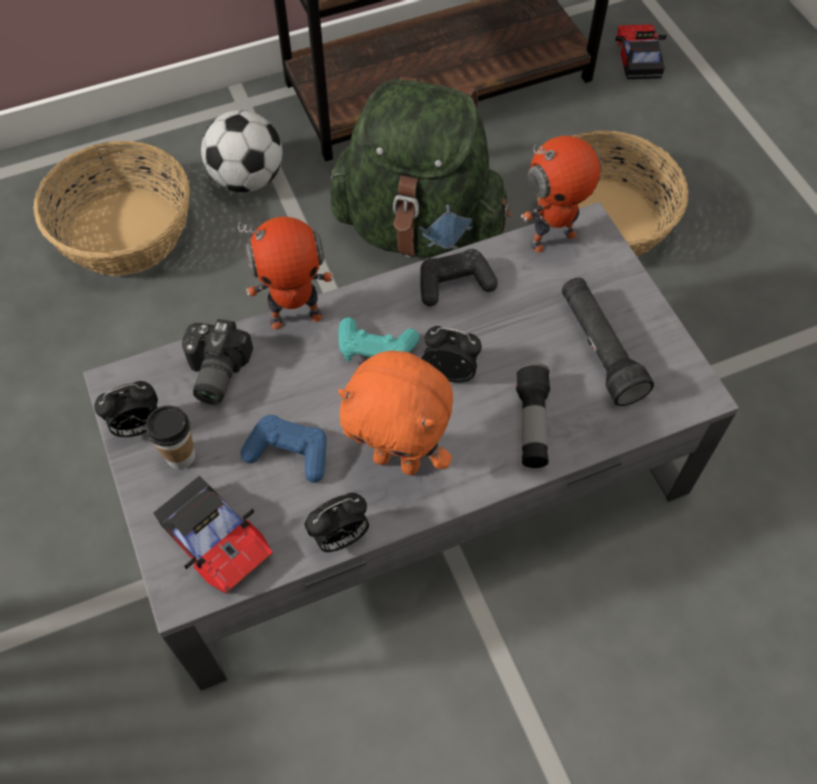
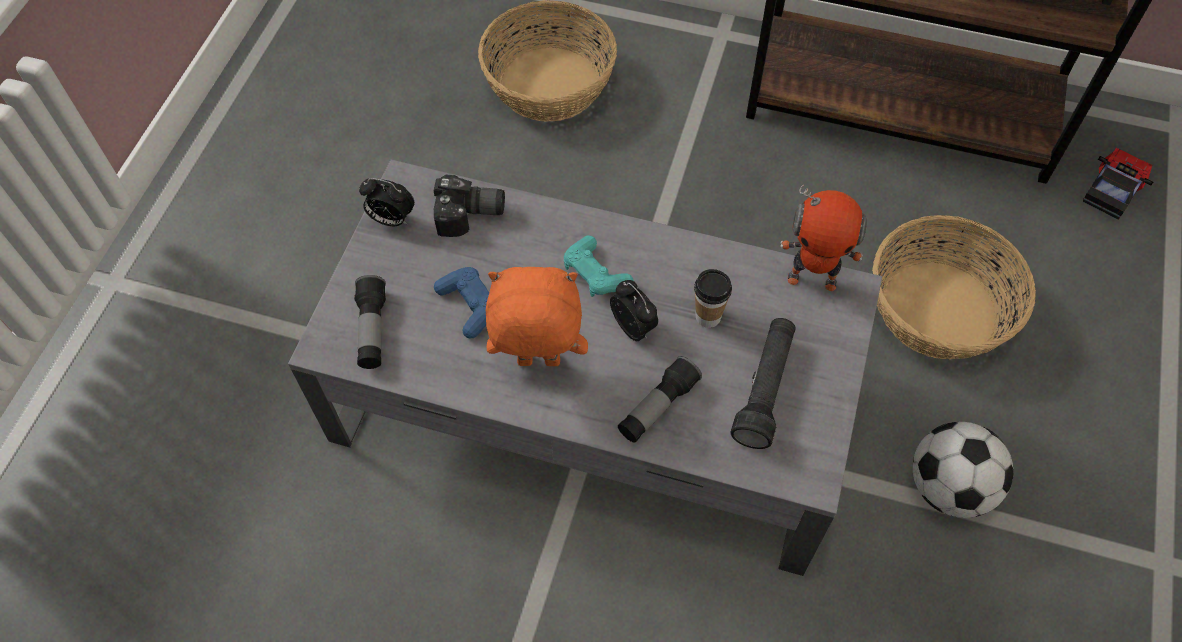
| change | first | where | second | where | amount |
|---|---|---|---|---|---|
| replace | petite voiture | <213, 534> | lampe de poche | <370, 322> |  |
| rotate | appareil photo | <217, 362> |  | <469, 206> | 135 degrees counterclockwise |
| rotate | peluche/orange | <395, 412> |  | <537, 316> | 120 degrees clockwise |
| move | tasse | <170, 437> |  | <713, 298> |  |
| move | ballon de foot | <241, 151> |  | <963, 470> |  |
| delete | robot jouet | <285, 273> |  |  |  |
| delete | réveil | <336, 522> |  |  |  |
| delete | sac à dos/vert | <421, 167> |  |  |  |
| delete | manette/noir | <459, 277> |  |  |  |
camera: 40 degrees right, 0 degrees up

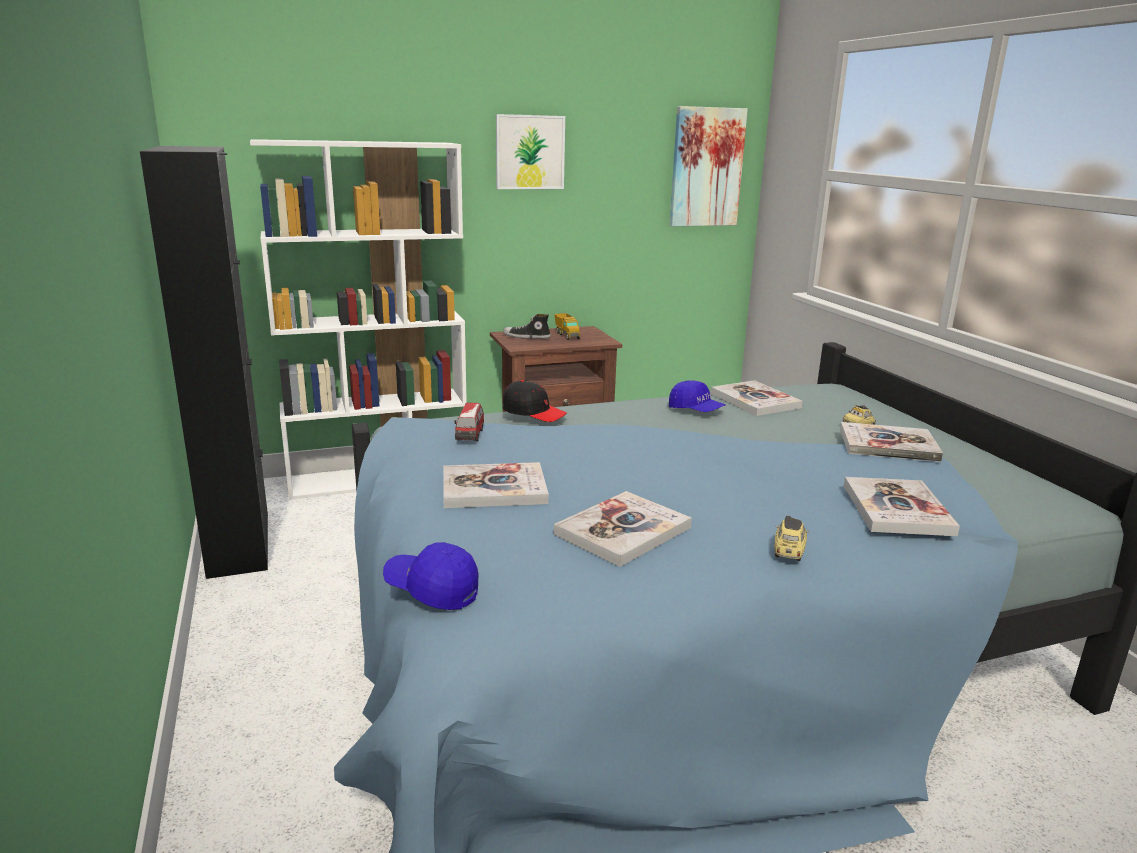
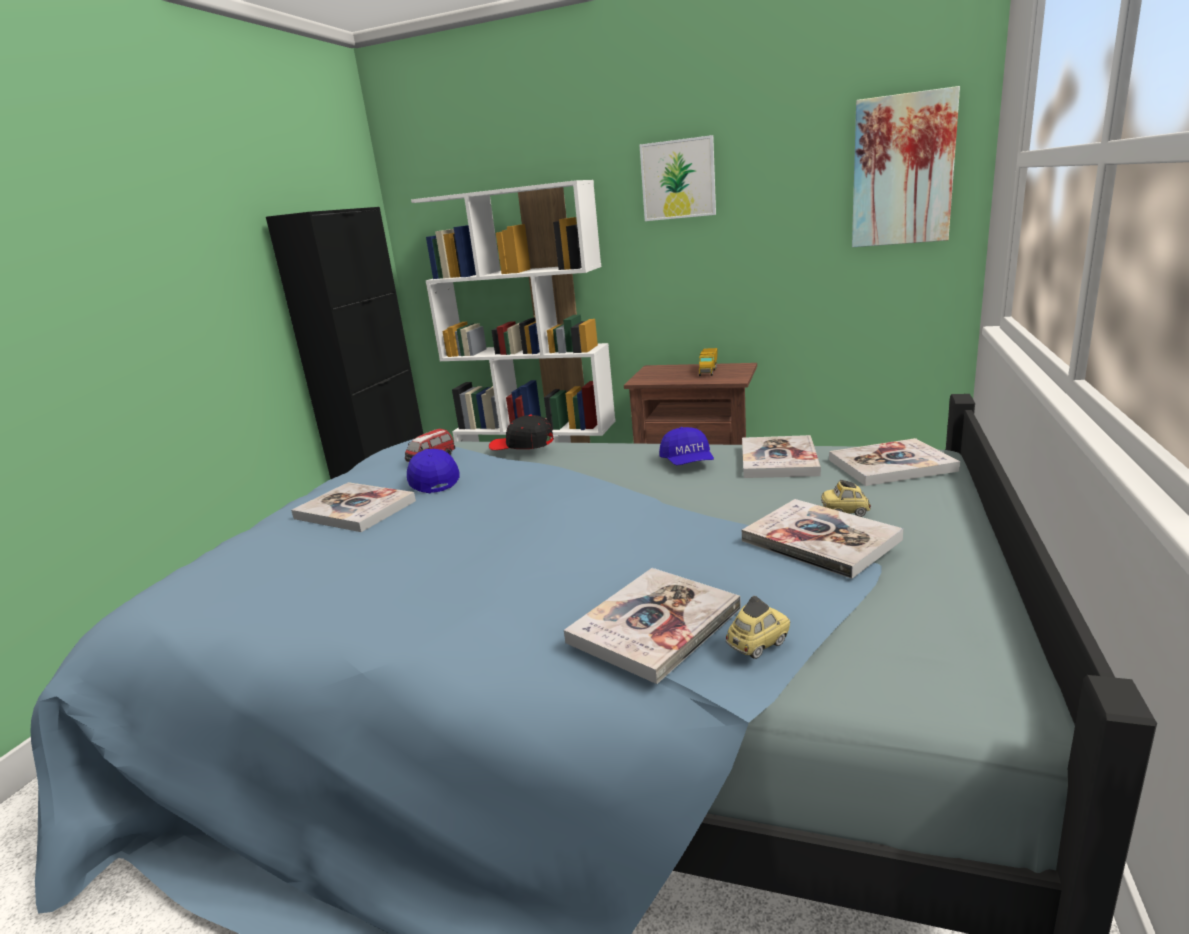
| change | first | where | second | where | amount |
|---|---|---|---|---|---|
| move | casquette/bleu | <430, 576> |  | <433, 471> |  |
| rotate | casquette/noir | <534, 401> |  | <521, 432> | 135 degrees clockwise |
| move | petite voiture | <791, 538> |  | <757, 627> |  |
| move | livre | <623, 529> |  | <894, 462> |  |
| delete | chaussure | <527, 326> |  |  |  |
camera: 40 degrees right, 0 degrees up

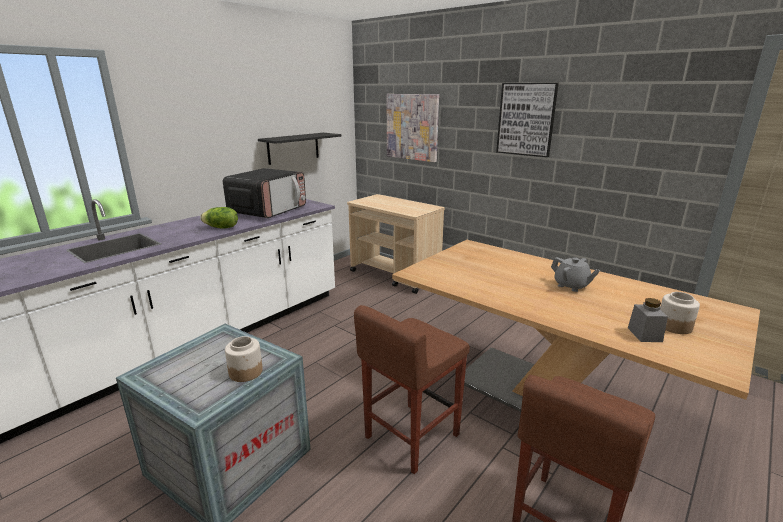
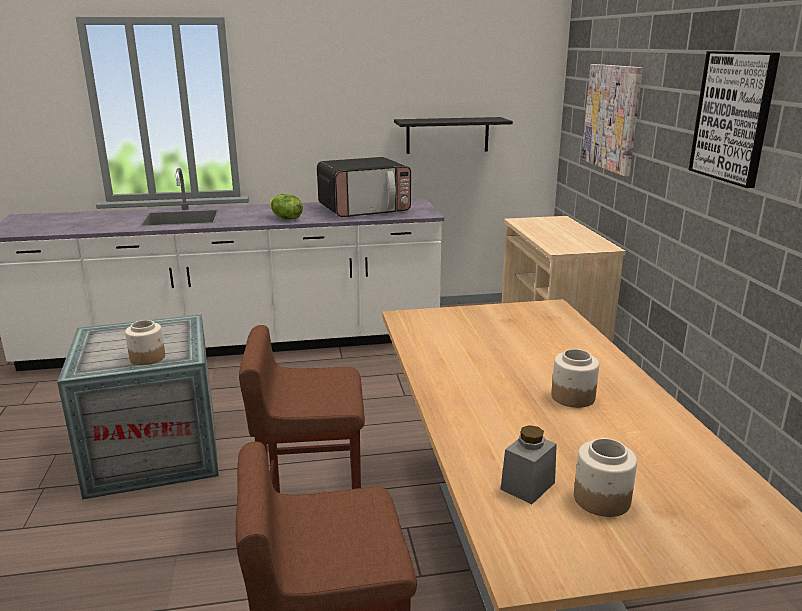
| change | first | where | second | where | amount |
|---|---|---|---|---|---|
| replace | théière/gris | <575, 274> | bocal | <575, 378> |  |
camera: 40 degrees right, 0 degrees up

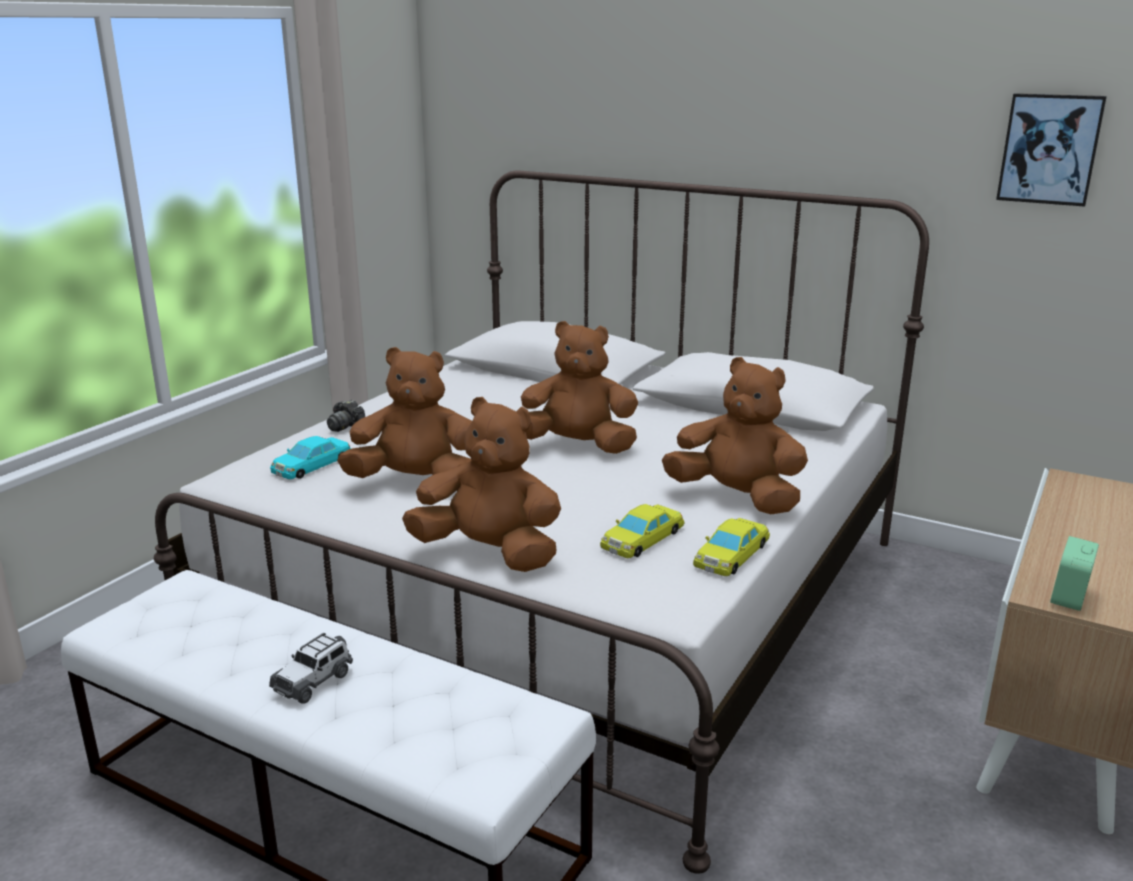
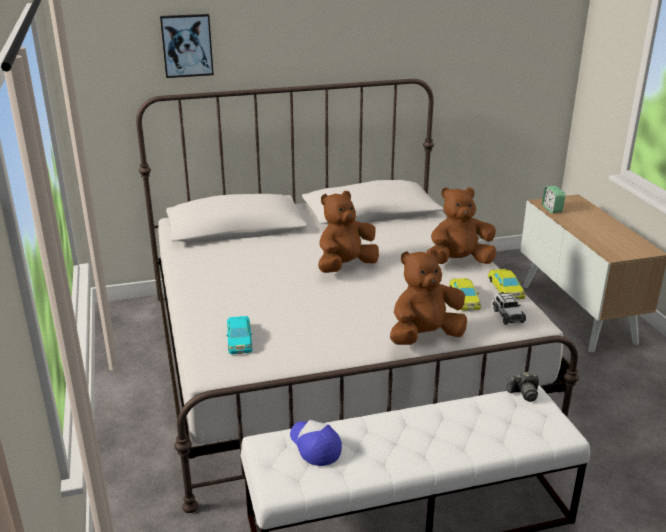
| change | first | where | second | where | amount |
|---|---|---|---|---|---|
| move | tableau | <1051, 150> |  | <187, 46> |  |
| insert |  |  | casquette | <316, 443> |  |
| move | petite voiture | <311, 668> |  | <509, 308> |  |
| move | appareil photo | <346, 416> |  | <522, 387> |  |
| move | réveil | <1074, 573> |  | <553, 199> |  |
| delete | peluche/marron | <404, 412> |  |  |  |
camera: 45 degrees left, 5 degrees up

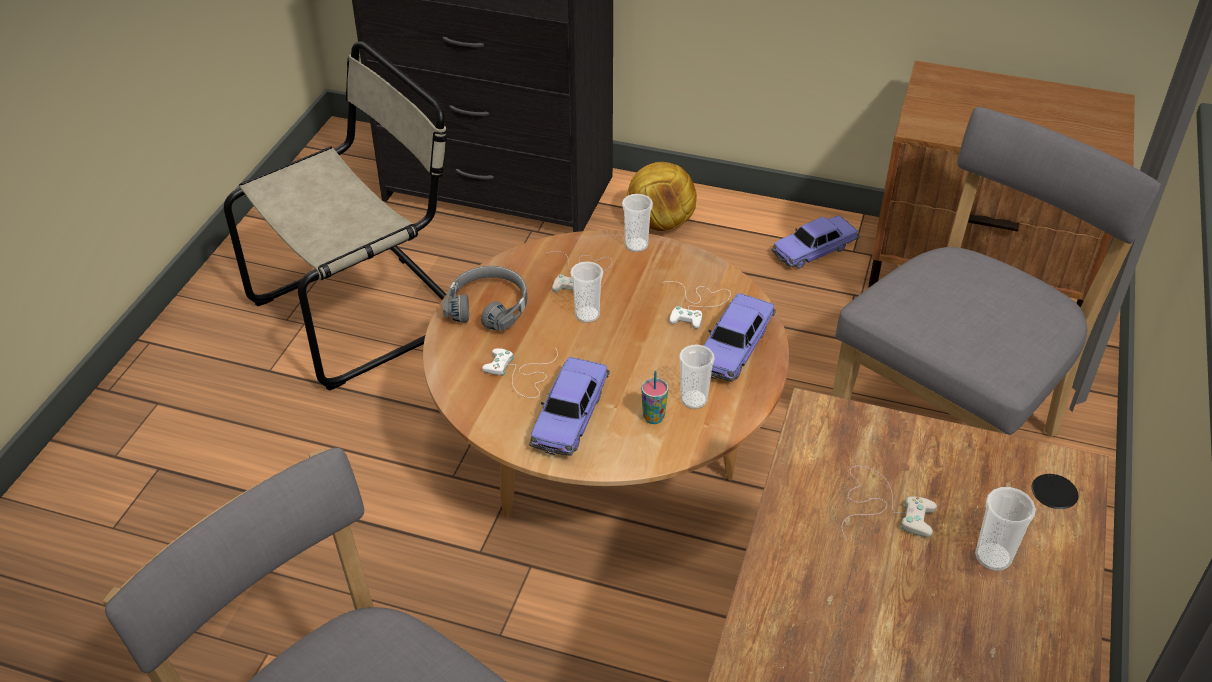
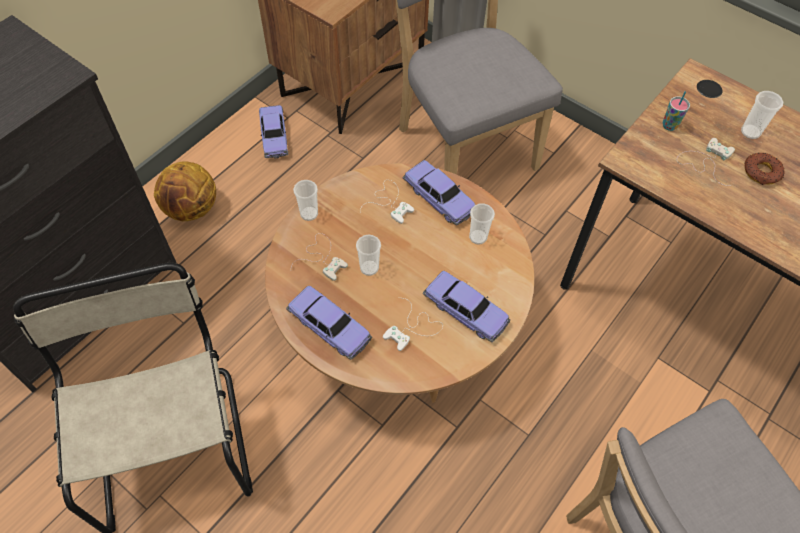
| change | first | where | second | where | amount |
|---|---|---|---|---|---|
| replace | ballon de foot | <662, 196> | ballon de basket | <185, 191> |  |
| replace | casque audio/gris | <484, 298> | petite voiture | <329, 323> |  |
| move | tasse | <654, 397> |  | <676, 111> |  |
| insert |  |  | beignet | <764, 169> |  |
camera: 70 degrees left, 15 degrees up

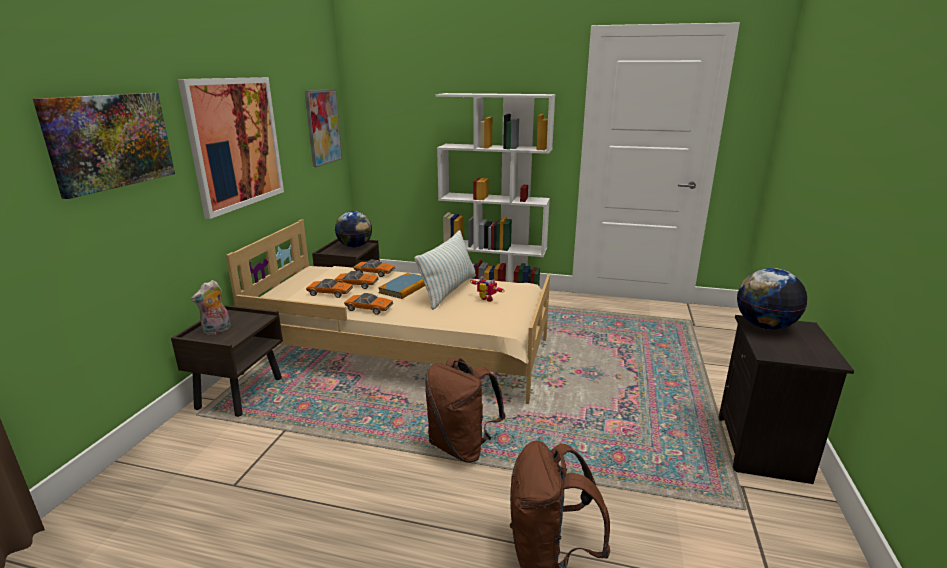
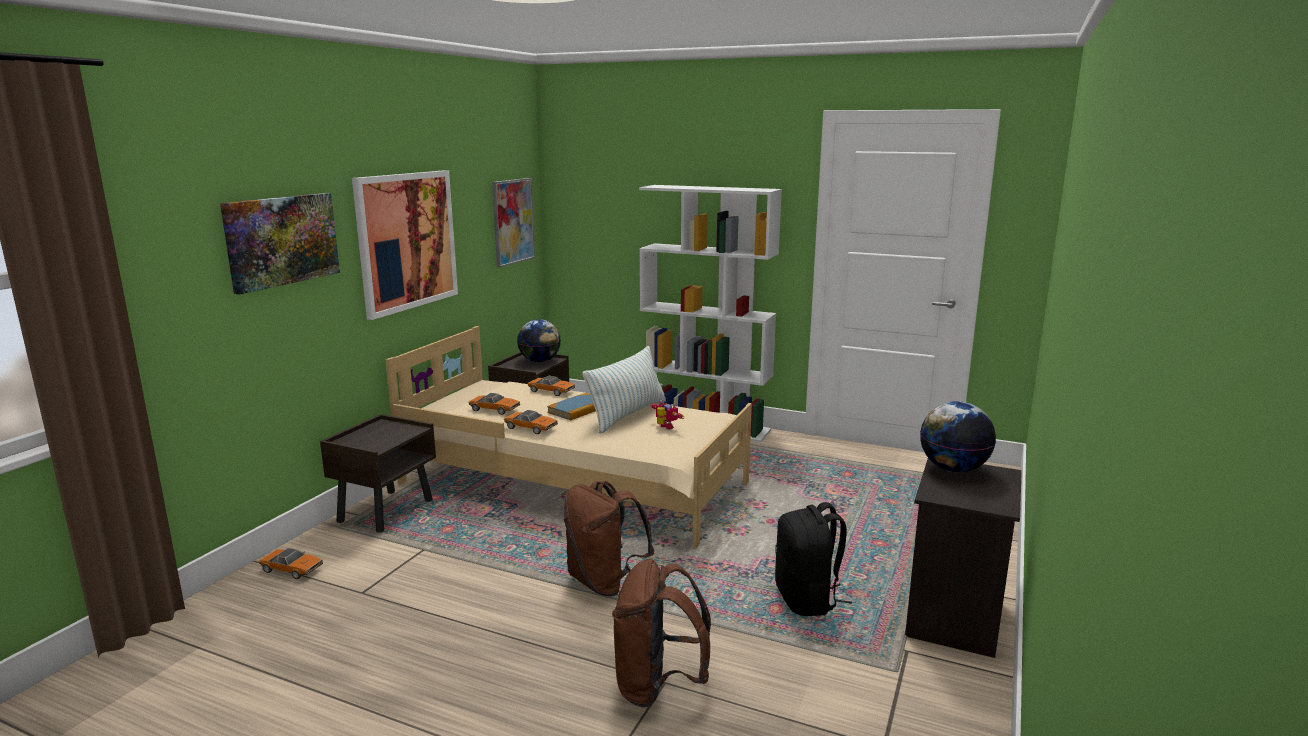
| change | first | where | second | where | amount |
|---|---|---|---|---|---|
| move | petite voiture | <356, 280> |  | <291, 563> |  |
| insert |  |  | sac à dos/noir | <813, 559> |  |
| delete | peluche | <211, 307> |  |  |  |
camera: 10 degrees right, 5 degrees down

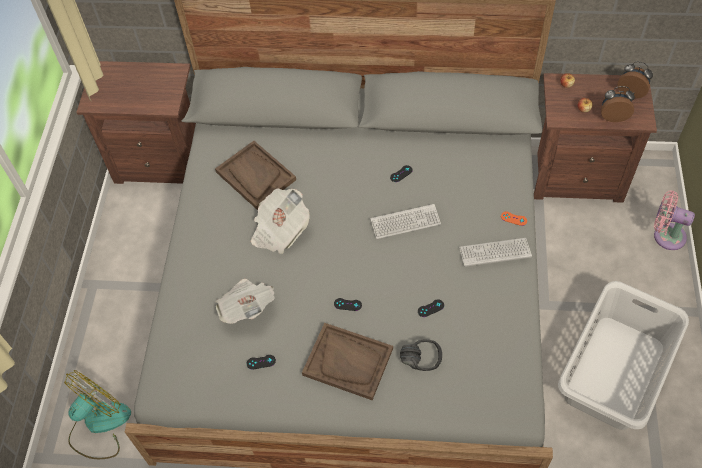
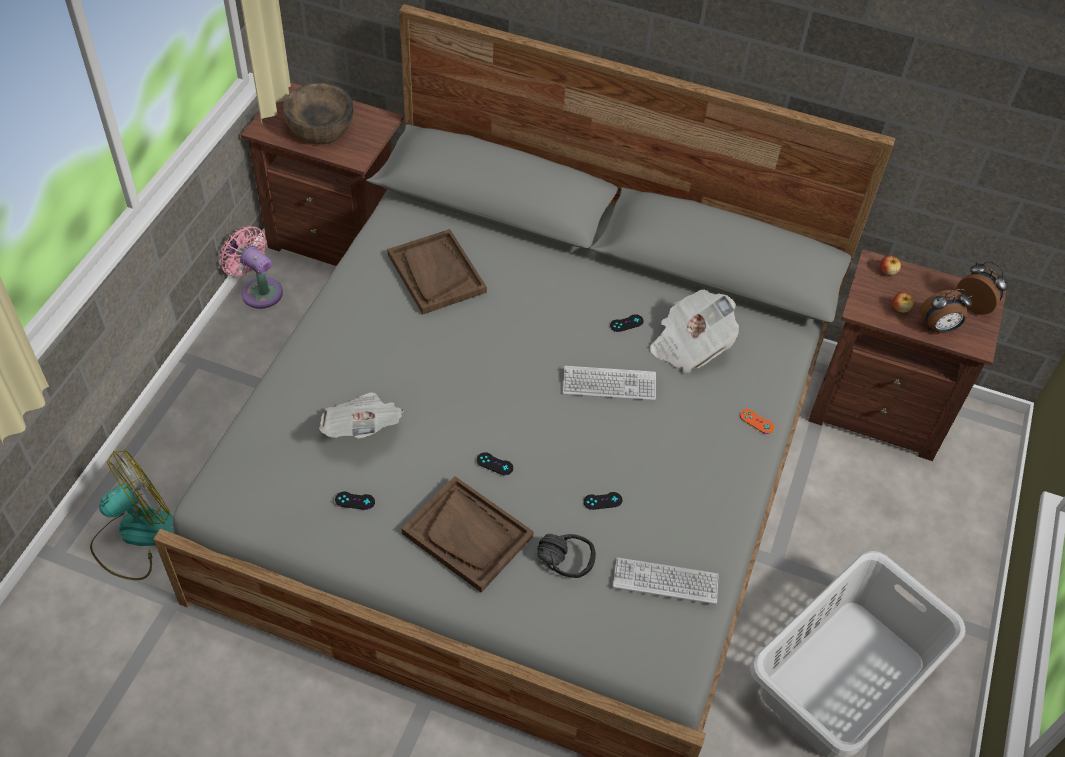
| change | first | where | second | where | amount |
|---|---|---|---|---|---|
| move | ventilateur/rose | <674, 220> |  | <251, 267> |  |
| insert |  |  | bol/marron | <318, 114> |  |
| move | clavier | <495, 252> |  | <666, 581> |  |
| move | journal | <280, 221> |  | <694, 331> |  |
| rotate | réveil | <618, 104> |  | <946, 311> | 150 degrees clockwise |
camera: 10 degrees right, 5 degrees down

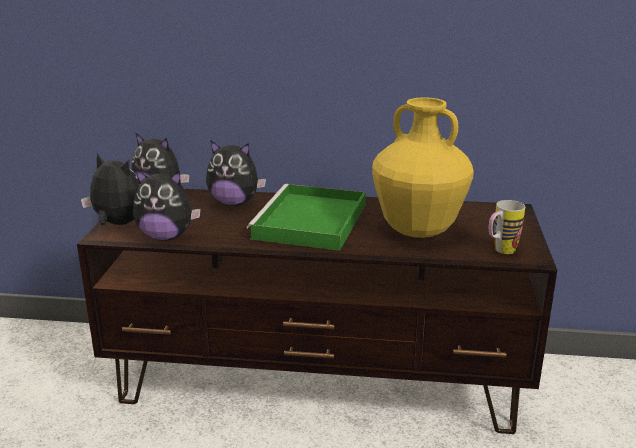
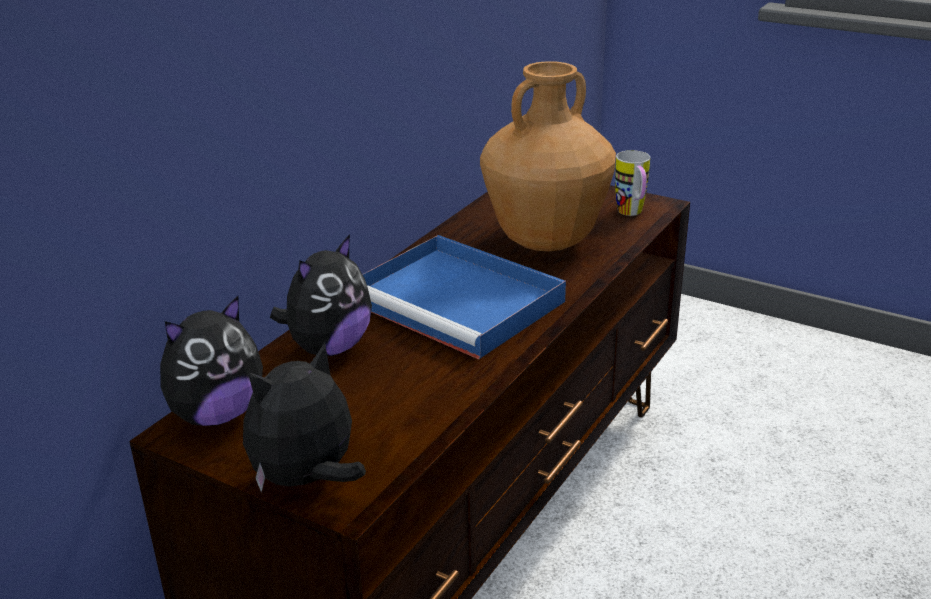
| change | first | where | second | where | amount |
|---|---|---|---|---|---|
| recolor | plateau/vert | <306, 217> | plateau/bleu | <464, 297> |  |
| recolor | vase/jaune | <423, 167> | vase/marron | <548, 156> |  |
| delete | peluche | <167, 205> |  |  |  |
camera: 65 degrees left, 5 degrees up

